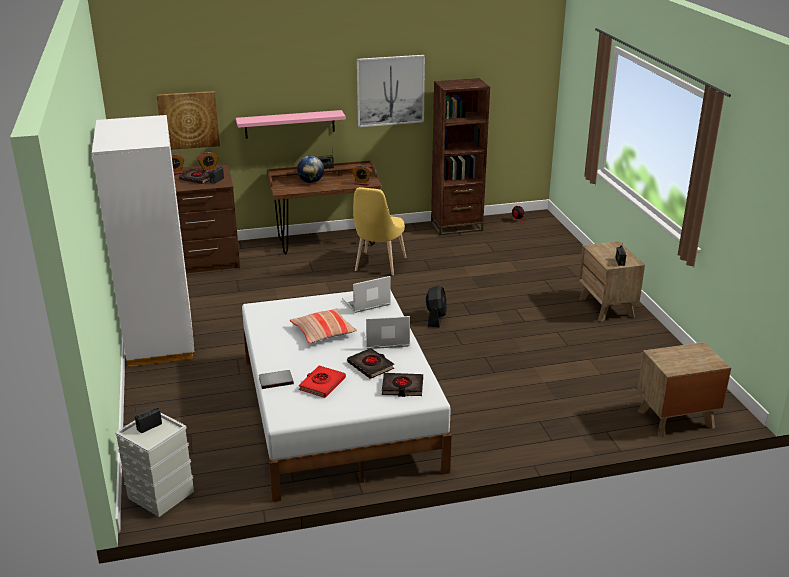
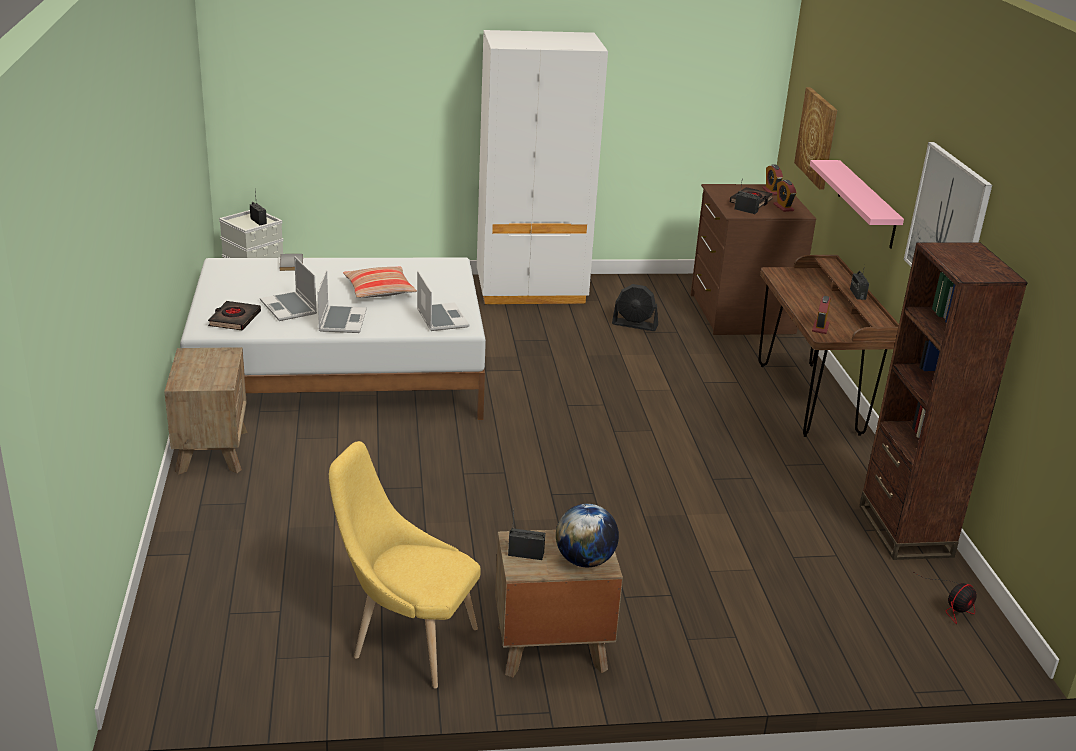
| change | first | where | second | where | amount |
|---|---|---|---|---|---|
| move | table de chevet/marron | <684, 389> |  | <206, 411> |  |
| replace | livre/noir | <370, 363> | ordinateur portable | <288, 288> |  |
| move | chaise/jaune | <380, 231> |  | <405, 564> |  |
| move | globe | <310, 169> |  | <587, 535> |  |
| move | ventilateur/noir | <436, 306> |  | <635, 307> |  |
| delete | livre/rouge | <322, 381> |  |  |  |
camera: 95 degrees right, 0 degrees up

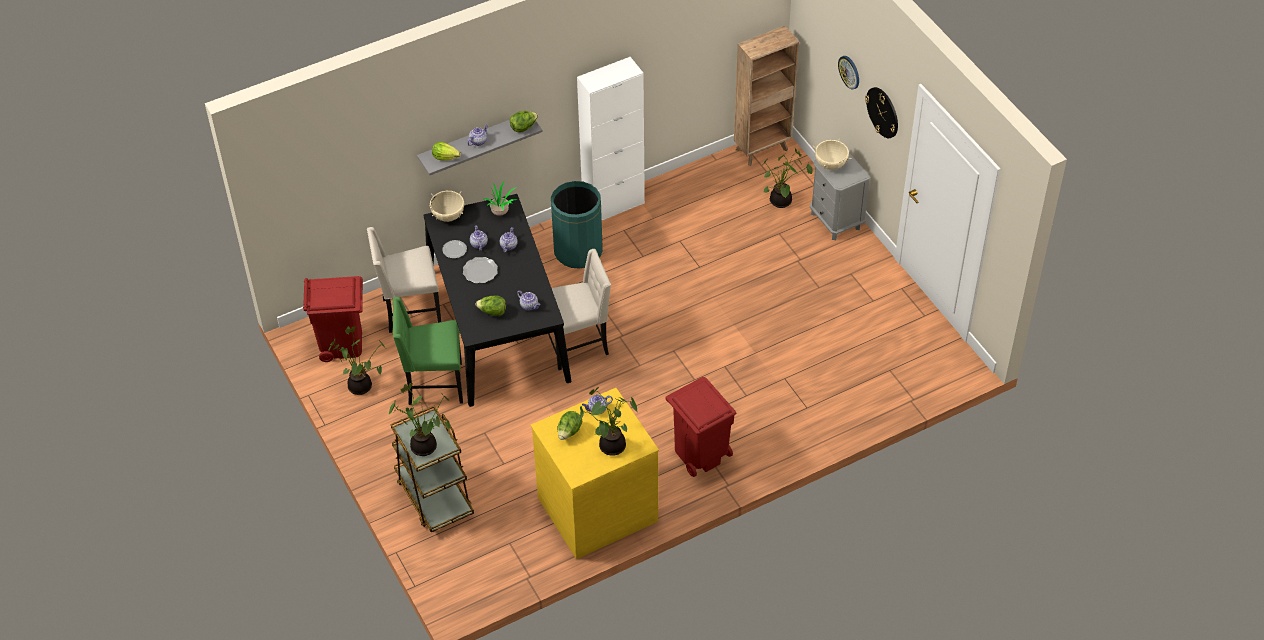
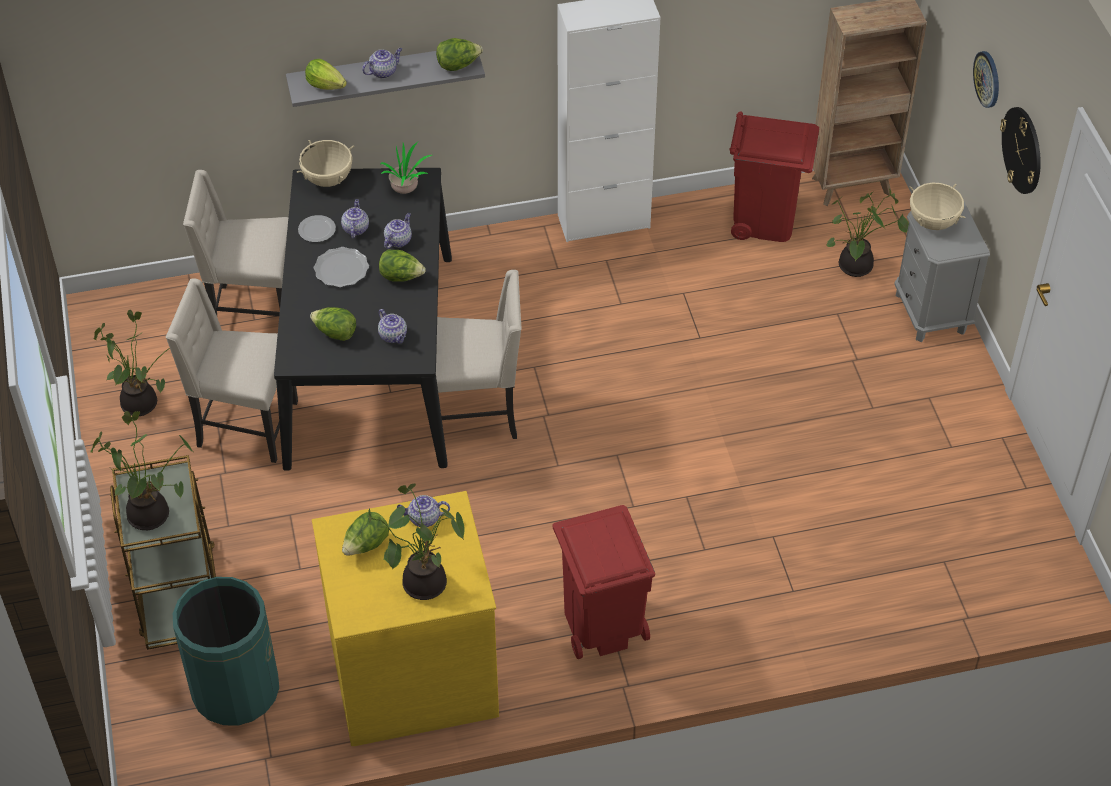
| change | first | where | second | where | amount |
|---|---|---|---|---|---|
| recolor | chaise/vert | <428, 351> | chaise/beige | <232, 370> |  |
| move | poubelle/vert | <577, 225> |  | <226, 651> |  |
| insert |  |  | laitue | <402, 265> |  |
| move | poubelle/rouge | <333, 319> |  | <774, 176> |  |
camera: 15 degrees right, 0 degrees up

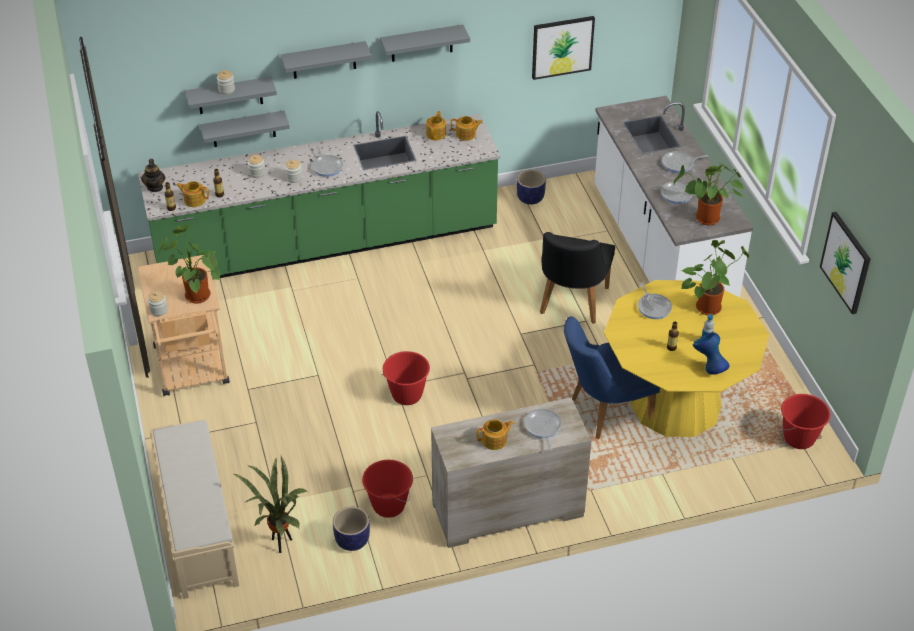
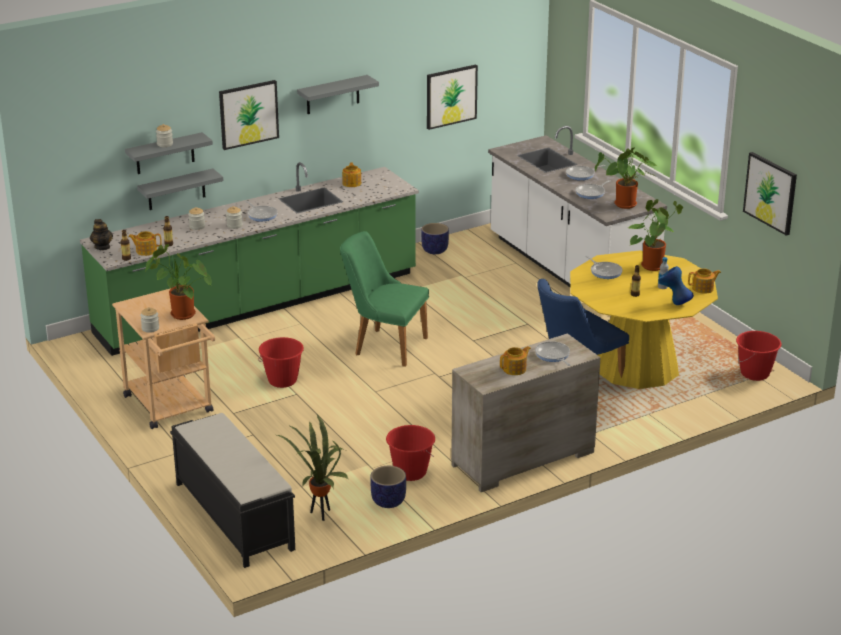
| change | first | where | second | where | amount |
|---|---|---|---|---|---|
| recolor | banc/beige | <194, 509> | banc/noir | <232, 490> |  |
| replace | étagère/gris | <326, 60> | tableau | <249, 115> |  |
| move | seau/rouge | <406, 378> |  | <281, 362> |  |
| insert |  |  | chaise/vert | <384, 299> |  |
| move | théière | <467, 128> |  | <704, 281> |  |
| delete | chaise/noir | <577, 278> |  |  |  |
camera: 15 degrees left, 15 degrees down

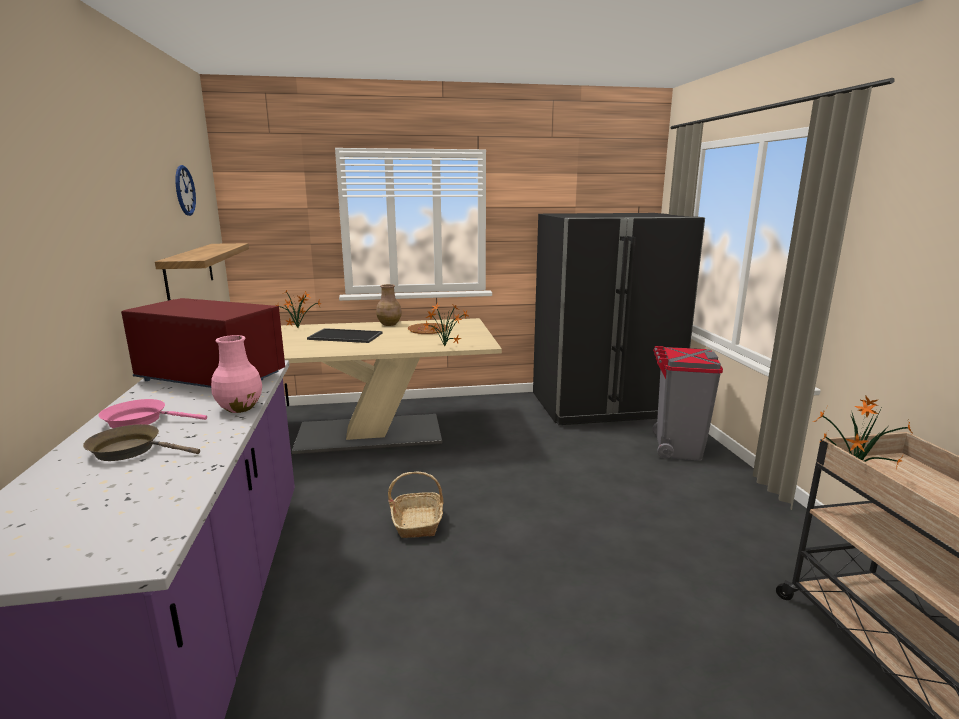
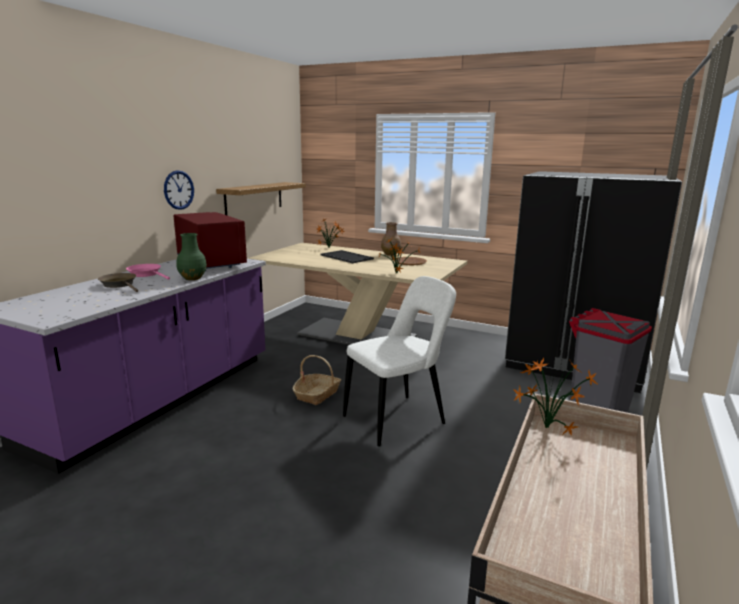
| change | first | where | second | where | amount |
|---|---|---|---|---|---|
| move | horloge murale | <185, 190> |  | <179, 190> |  |
| recolor | vase/rose | <236, 374> | vase/vert | <191, 256> |  |
| insert |  |  | chaise/blanc | <399, 361> |  |
camera: 35 degrees right, 0 degrees up

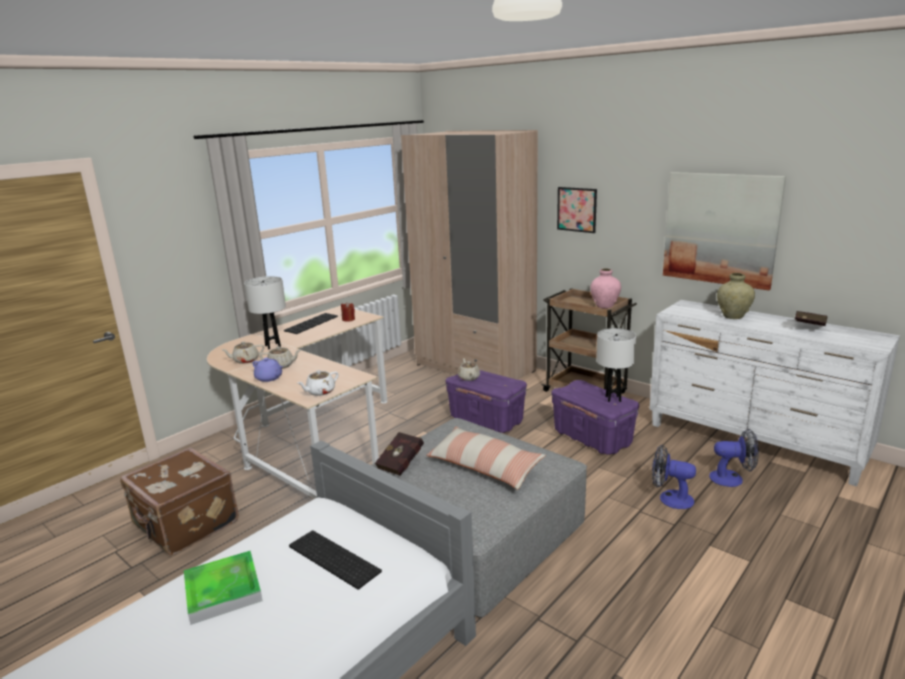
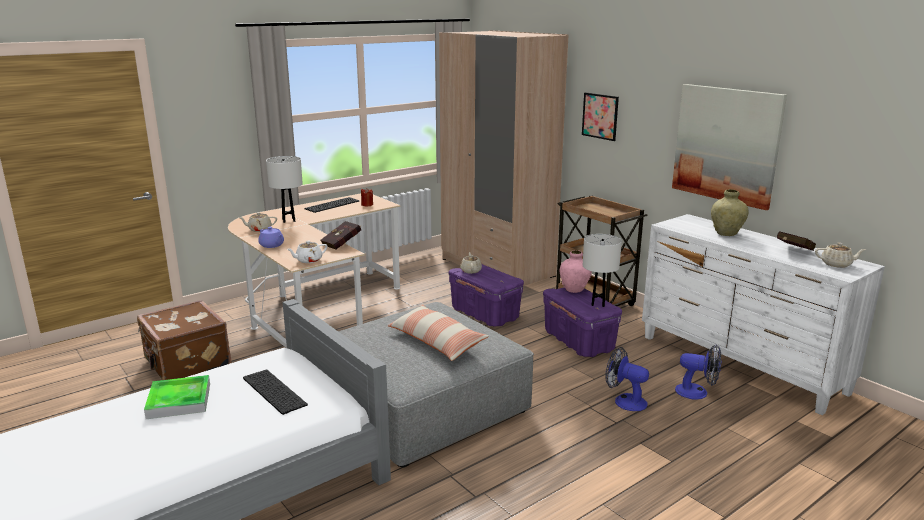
| change | first | where | second | where | amount |
|---|---|---|---|---|---|
| move | livre/rouge | <399, 453> |  | <341, 235> |  |
| move | vase/rose | <605, 288> |  | <575, 271> |  |
| move | théière/beige | <280, 357> |  | <841, 255> |  |
camera: 10 degrees right, 0 degrees up

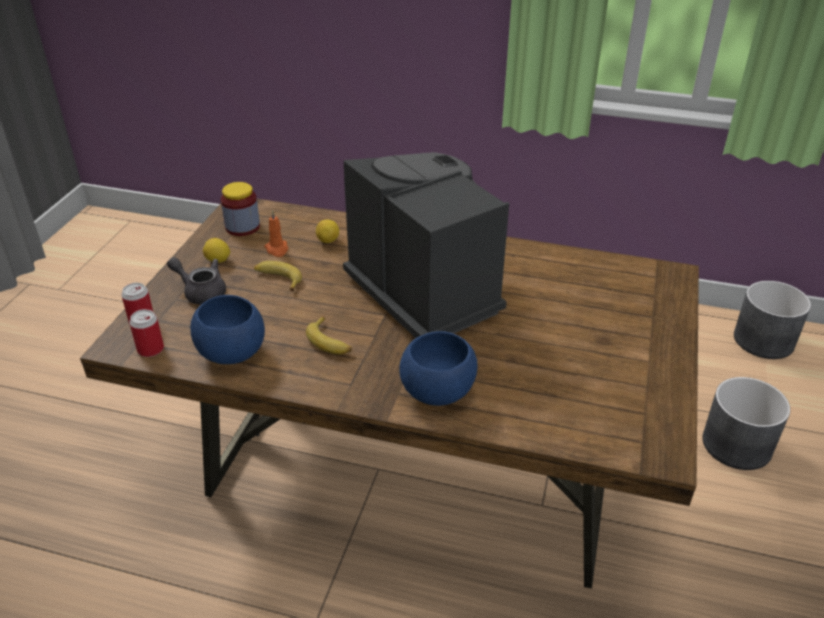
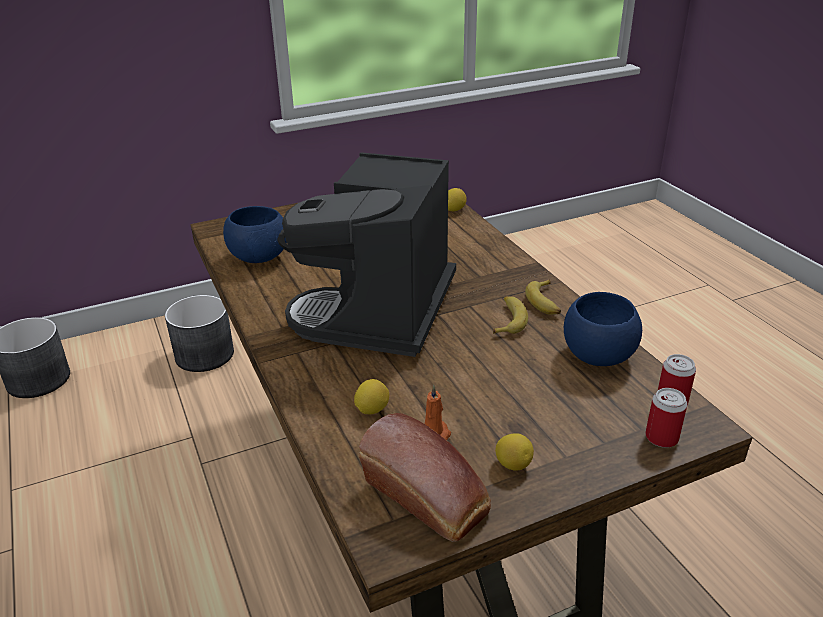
| change | first | where | second | where | amount |
|---|---|---|---|---|---|
| move | bol/bleu | <438, 368> |  | <255, 234> |  |
| replace | bocal | <240, 209> | pain | <425, 477> |  |
| insert |  |  | citron | <457, 199> |  |
| move | banane | <278, 276> |  | <543, 297> |  |
| delete | théière/gris | <196, 280> |  |  |  |
camera: 130 degrees left, 5 degrees down

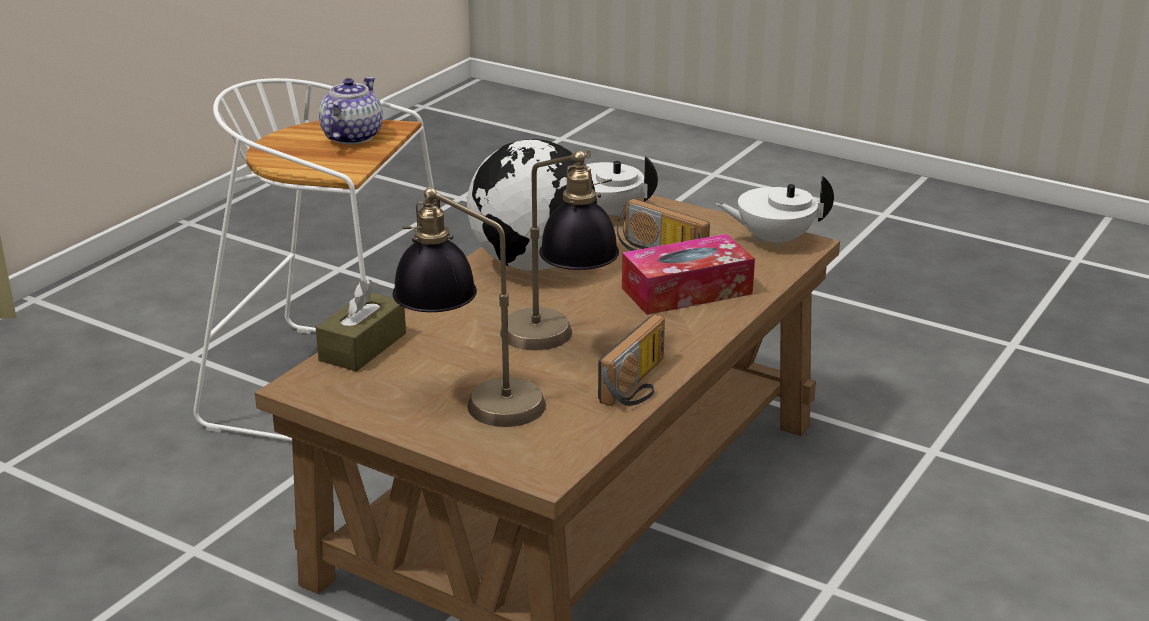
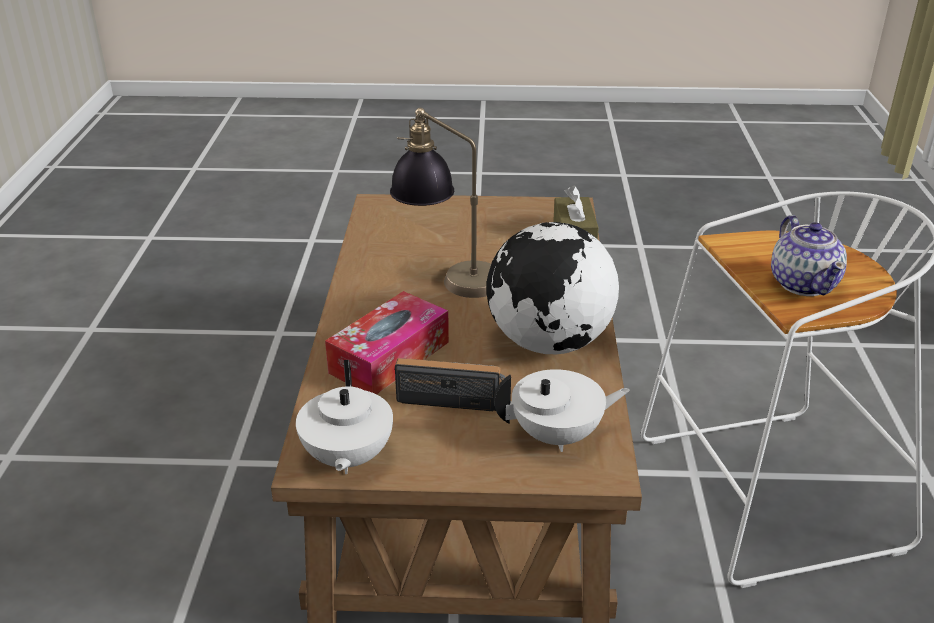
| change | first | where | second | where | amount |
|---|---|---|---|---|---|
| rotate | théière/blanc | <775, 212> |  | <344, 417> | 120 degrees clockwise |
| delete | lampe de table | <469, 307> |  |  |  |
| delete | radio | <631, 360> |  |  |  |
camera: 150 degrees right, 5 degrees up

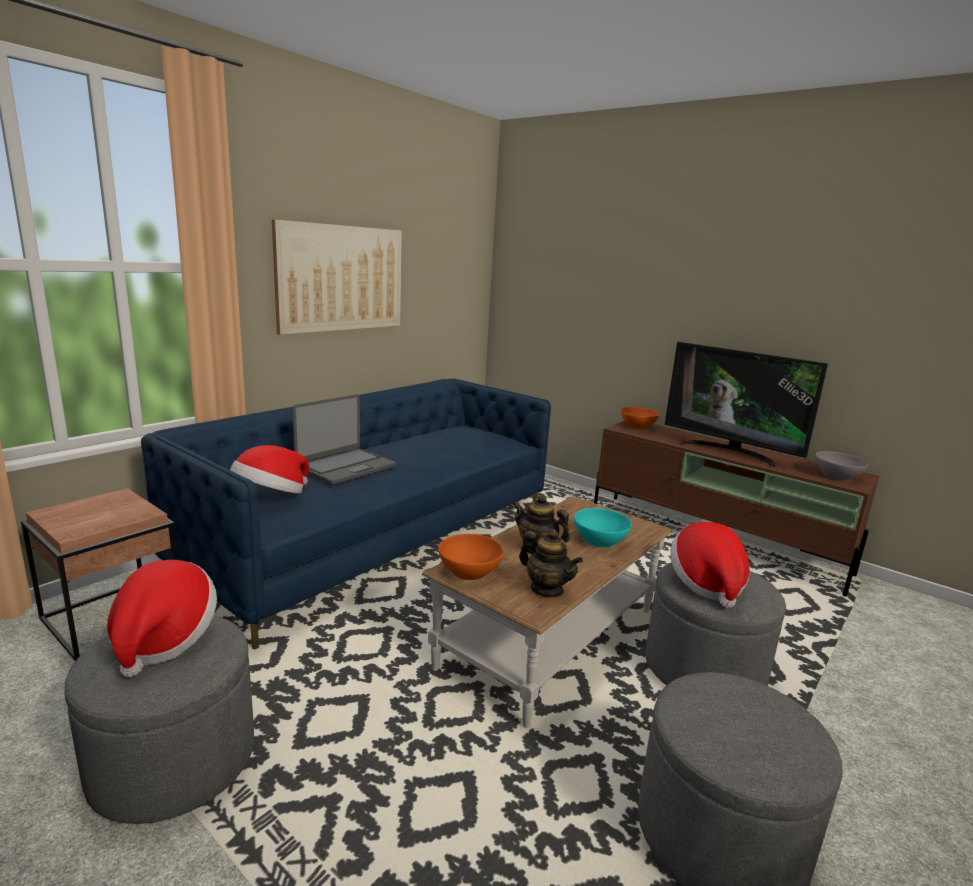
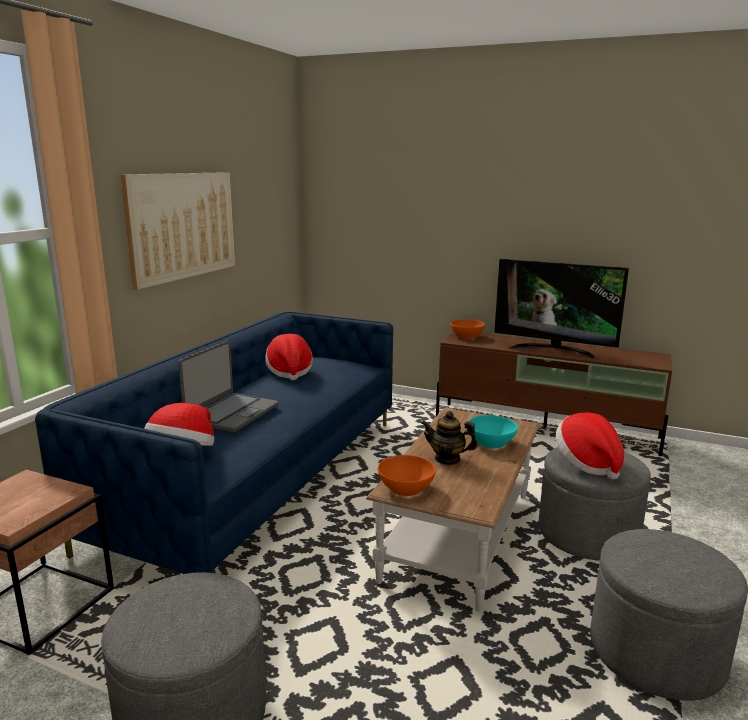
| change | first | where | second | where | amount |
|---|---|---|---|---|---|
| move | chapeau | <162, 618> |  | <289, 357> |  |
| delete | théière | <551, 563> |  |  |  |
| delete | bol/gris | <841, 466> |  |  |  |
camera: 15 degrees left, 0 degrees up

